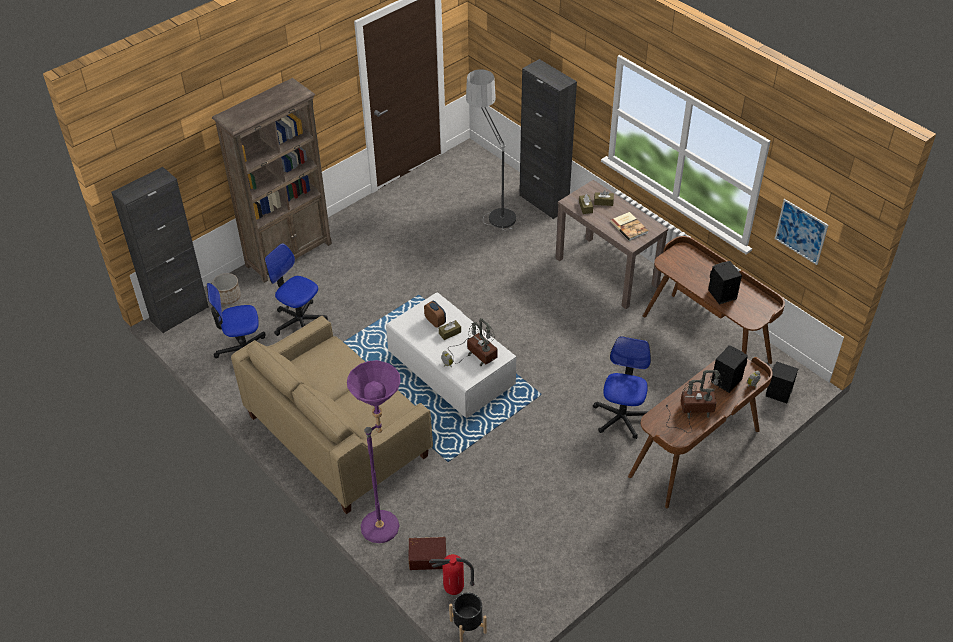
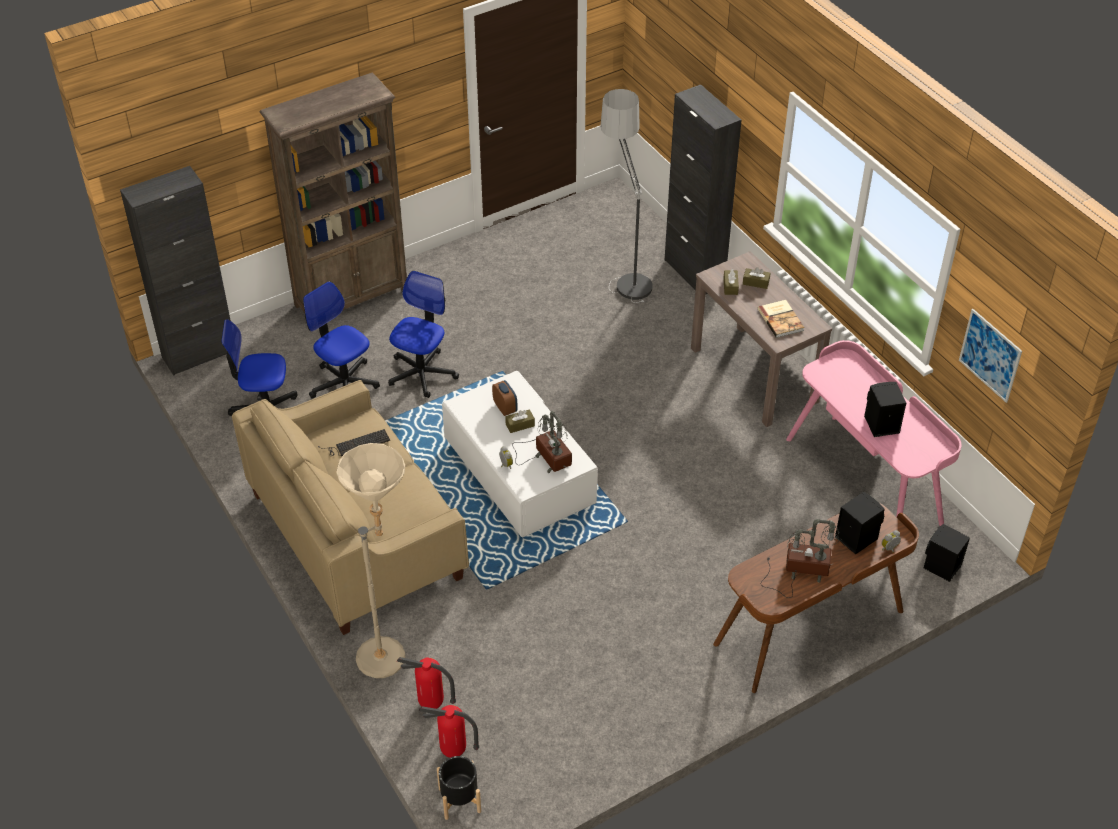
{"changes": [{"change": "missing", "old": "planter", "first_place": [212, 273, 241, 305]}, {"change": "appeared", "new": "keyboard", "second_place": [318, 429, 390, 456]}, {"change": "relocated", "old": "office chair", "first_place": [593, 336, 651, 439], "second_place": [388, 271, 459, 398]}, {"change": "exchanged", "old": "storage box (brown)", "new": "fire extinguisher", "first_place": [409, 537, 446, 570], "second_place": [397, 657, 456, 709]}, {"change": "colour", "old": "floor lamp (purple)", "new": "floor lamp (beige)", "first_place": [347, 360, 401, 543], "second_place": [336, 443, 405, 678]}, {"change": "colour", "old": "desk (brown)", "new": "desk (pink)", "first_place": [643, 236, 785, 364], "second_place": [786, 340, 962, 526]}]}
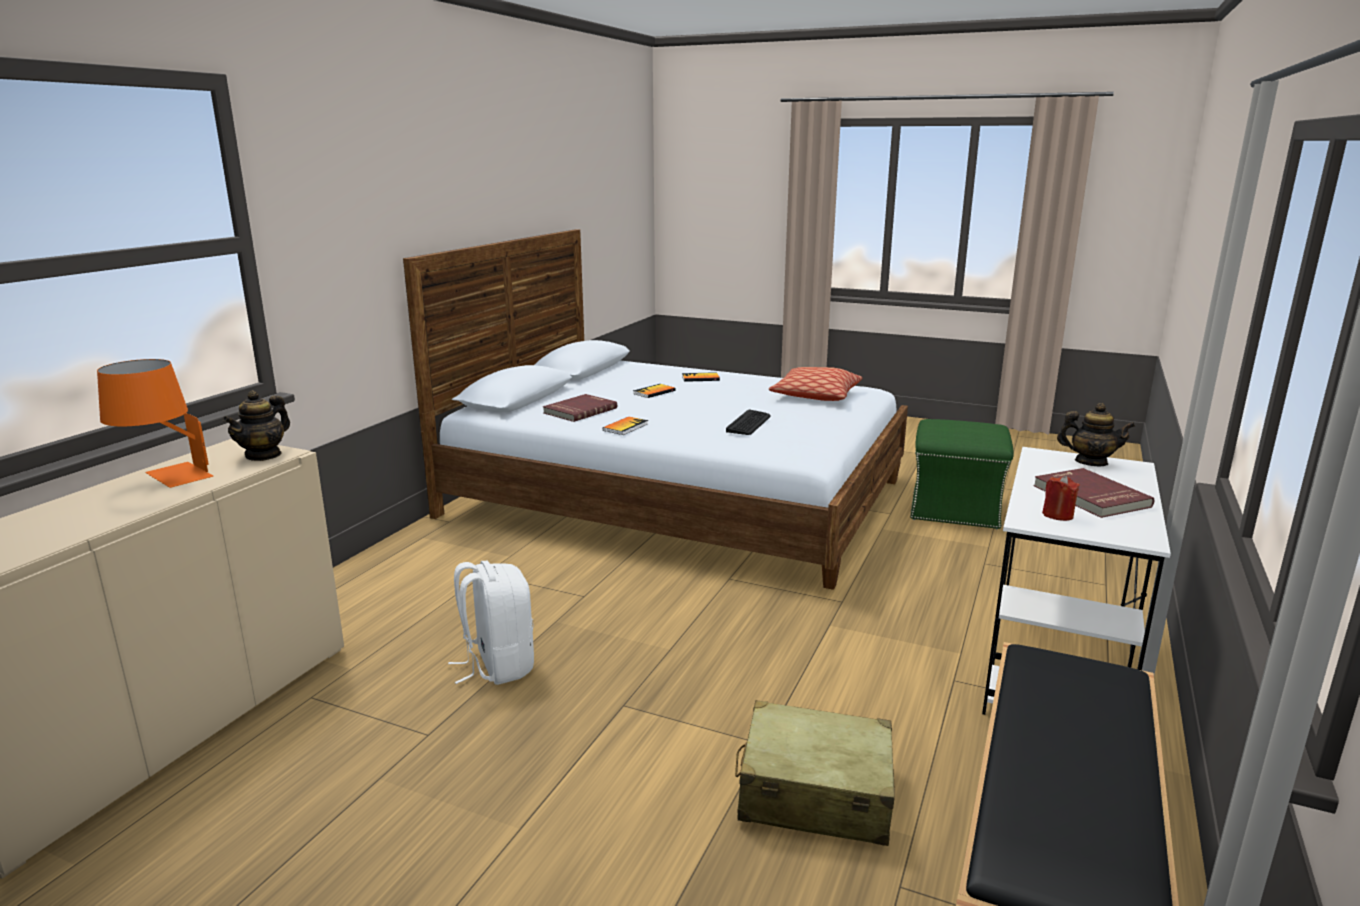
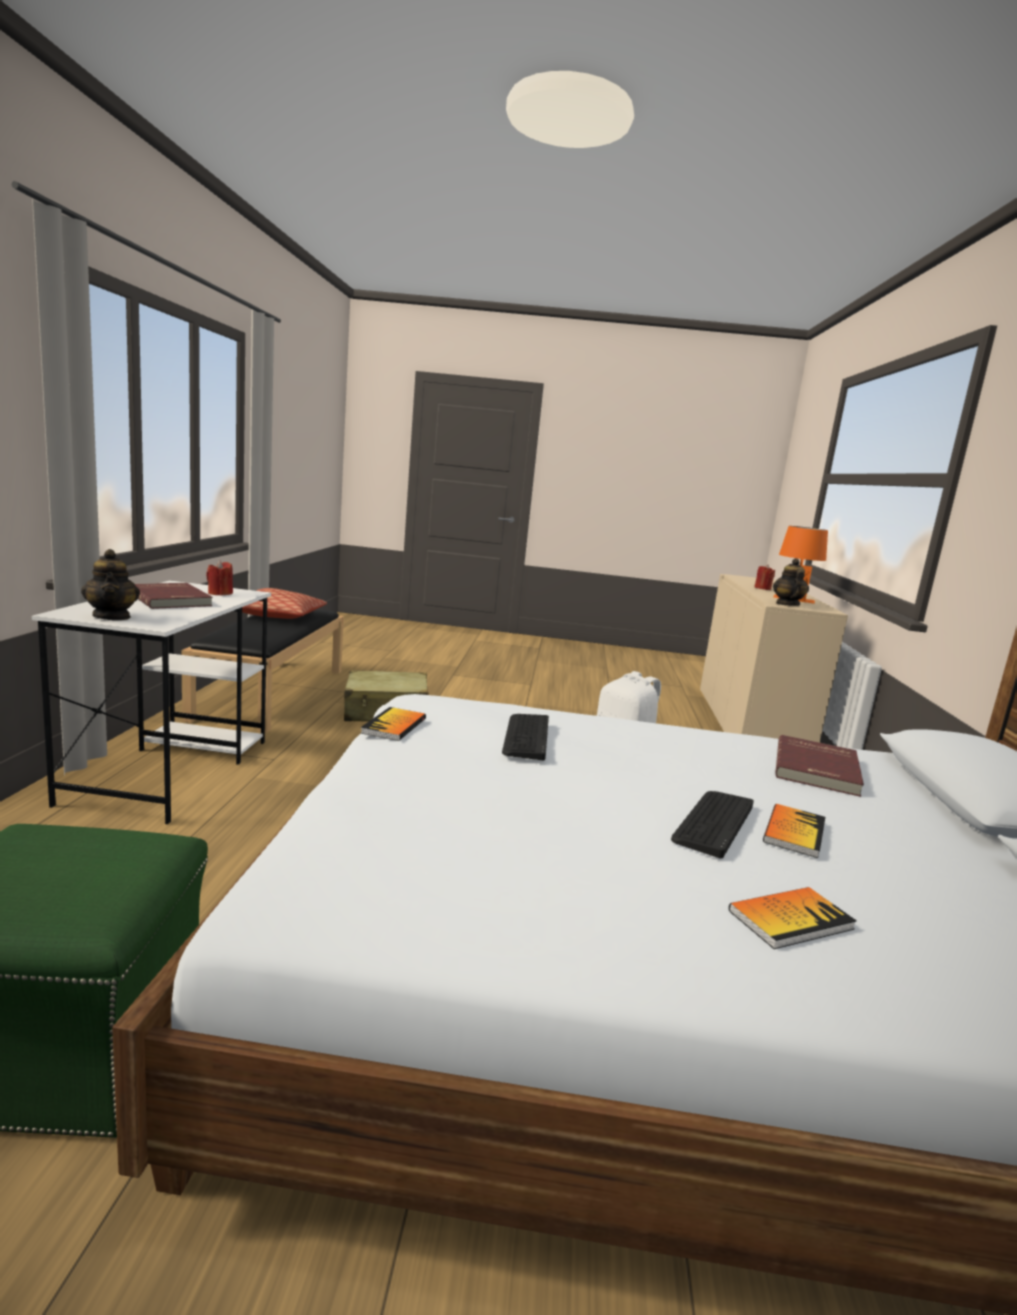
{"changes": [{"change": "appeared", "new": "keyboard", "second_place": [671, 791, 754, 858]}, {"change": "appeared", "new": "candle (red)", "second_place": [754, 565, 775, 590]}, {"change": "relocated", "old": "book", "first_place": [603, 417, 648, 435], "second_place": [361, 707, 426, 741]}, {"change": "relocated", "old": "pillow", "first_place": [769, 367, 862, 401], "second_place": [242, 588, 327, 619]}, {"change": "spun", "old": "teapot", "first_place": [1057, 403, 1135, 466], "second_place": [81, 549, 140, 620], "degrees": -120}]}
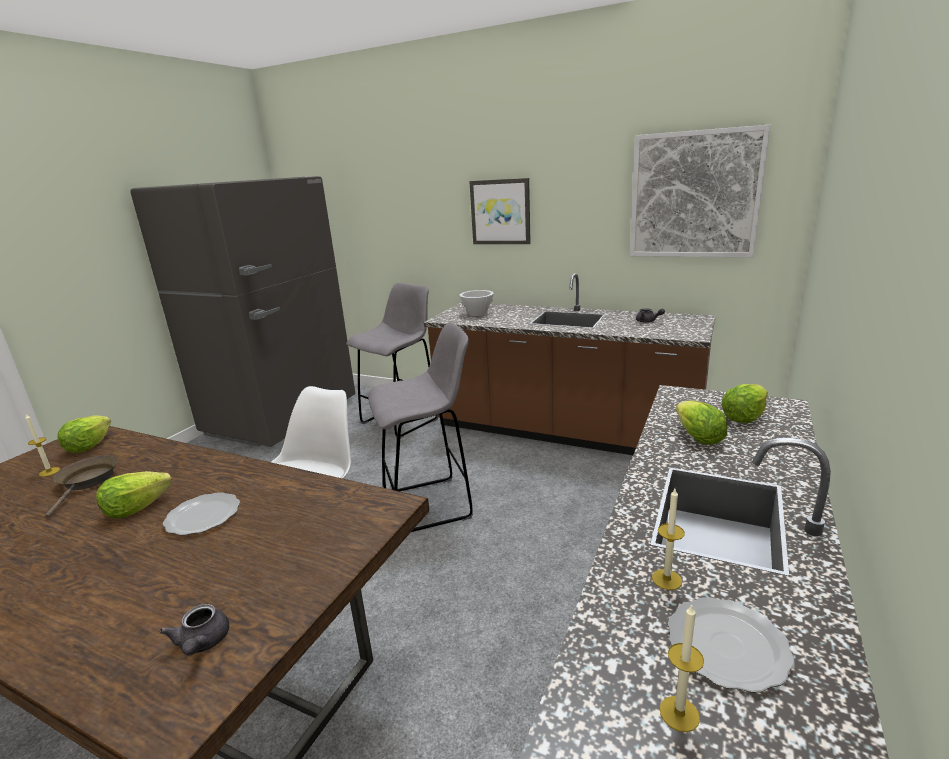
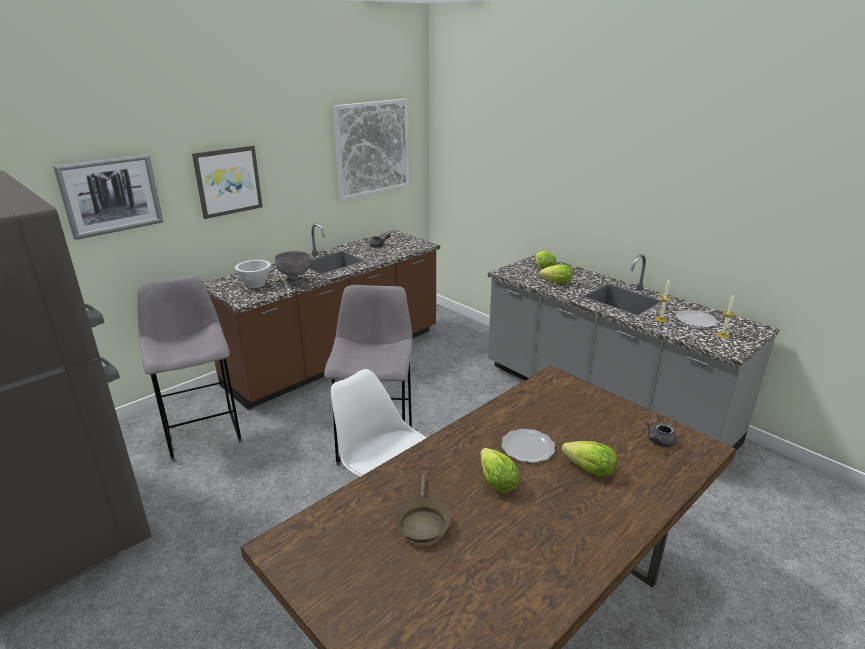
{"changes": [{"change": "missing", "old": "candle", "first_place": [25, 414, 60, 477]}, {"change": "appeared", "new": "picture", "second_place": [53, 154, 163, 240]}, {"change": "appeared", "new": "bowl (grey)", "second_place": [275, 251, 310, 284]}, {"change": "relocated", "old": "lettuce", "first_place": [57, 416, 111, 453], "second_place": [562, 441, 617, 477]}, {"change": "spun", "old": "frying pan (brown)", "first_place": [45, 456, 118, 518], "second_place": [395, 475, 451, 543], "degrees": -105}, {"change": "spun", "old": "teapot (grey)", "first_place": [160, 604, 229, 656], "second_place": [645, 421, 677, 447], "degrees": 135}]}
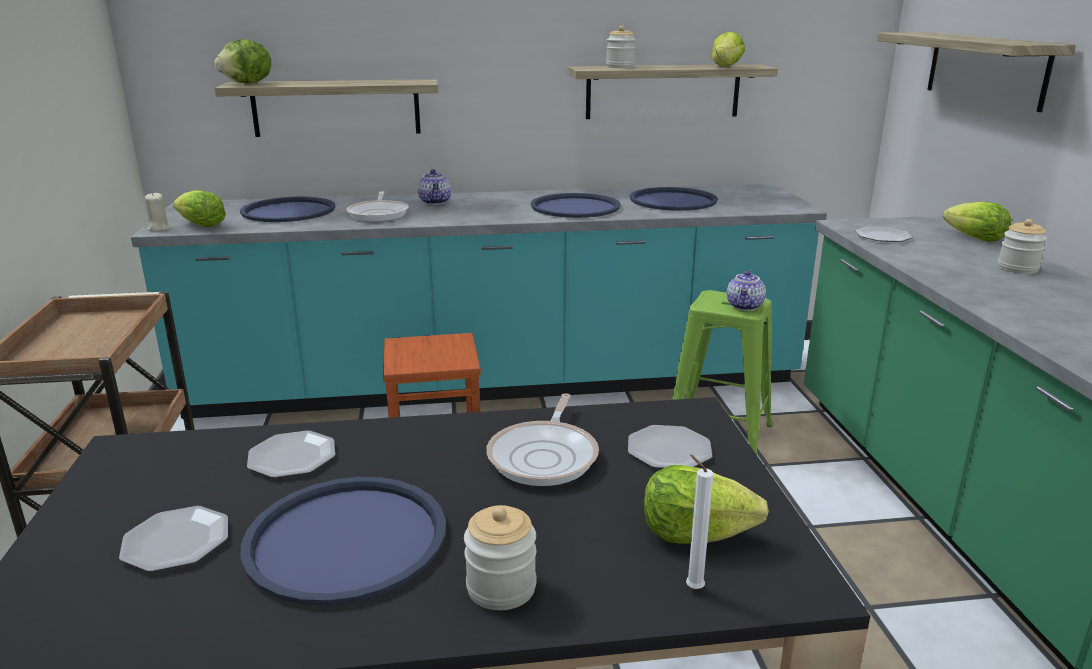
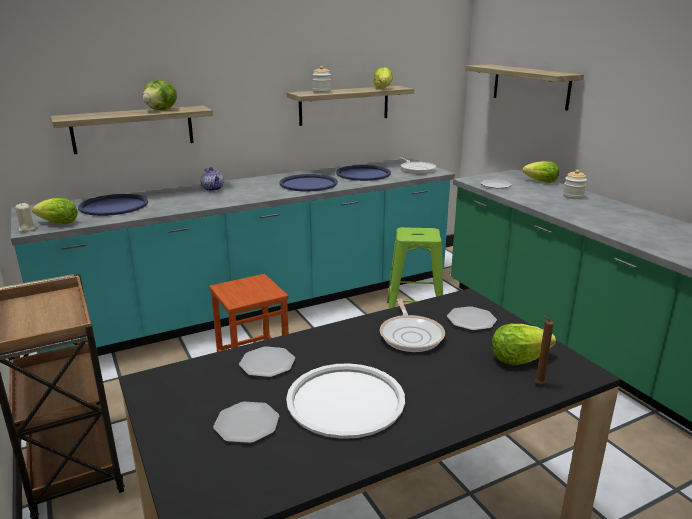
{"changes": [{"change": "missing", "old": "jar", "first_place": [464, 505, 537, 610]}, {"change": "missing", "old": "teapot", "first_place": [727, 270, 766, 311]}, {"change": "relocated", "old": "lettuce", "first_place": [215, 39, 271, 83], "second_place": [143, 80, 177, 110]}, {"change": "relocated", "old": "frying pan", "first_place": [346, 191, 409, 222], "second_place": [399, 157, 436, 174]}, {"change": "colour", "old": "tray (blue)", "new": "tray (white)", "first_place": [240, 477, 446, 605], "second_place": [286, 363, 405, 439]}, {"change": "colour", "old": "candle (white)", "new": "candle (brown)", "first_place": [686, 454, 714, 589], "second_place": [535, 314, 554, 385]}]}
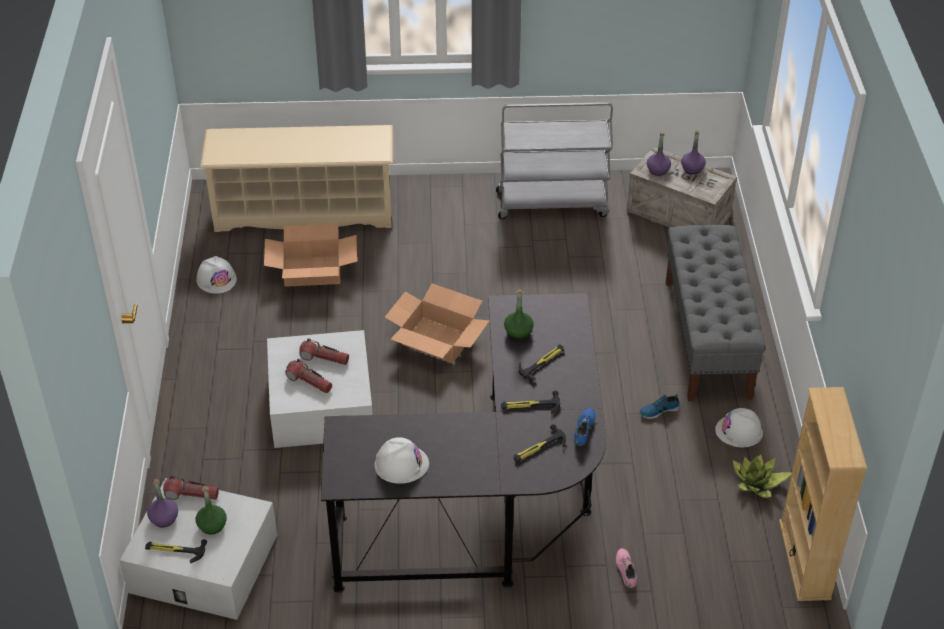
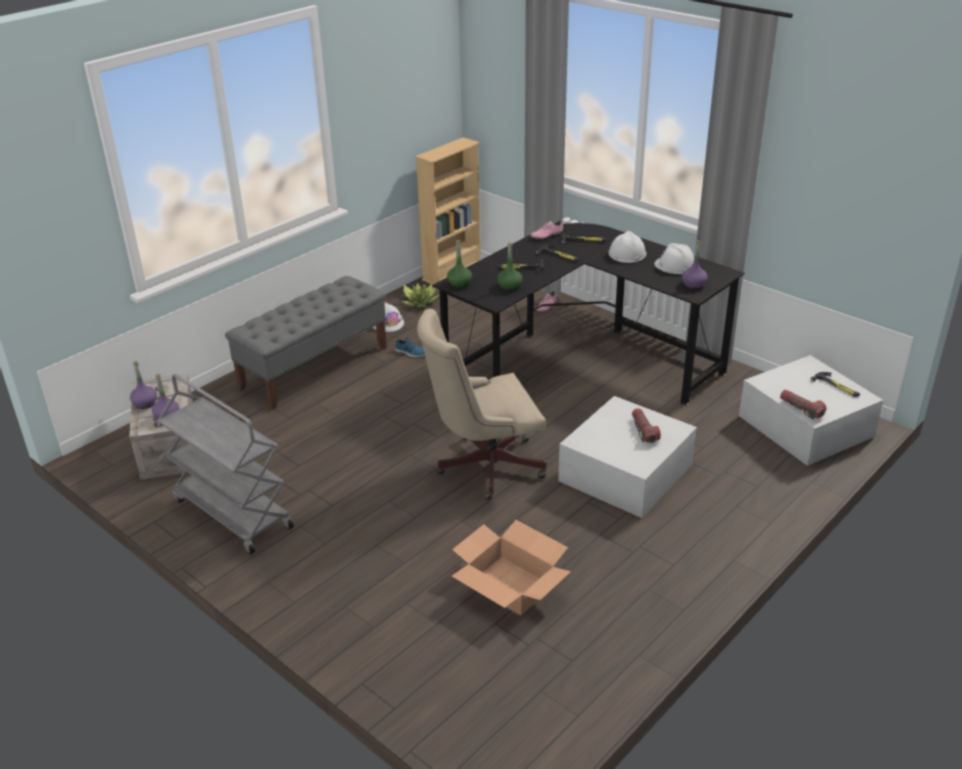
{"changes": [{"change": "missing", "old": "shoe rack (beige)", "first_place": [200, 125, 393, 232]}, {"change": "missing", "old": "flashlight", "first_place": [299, 338, 349, 365]}, {"change": "relocated", "old": "bottle (purple)", "first_place": [147, 479, 178, 528], "second_place": [682, 241, 708, 289]}, {"change": "relocated", "old": "hard hat (white)", "first_place": [196, 256, 237, 294], "second_place": [609, 231, 646, 263]}, {"change": "relocated", "old": "bottle (green)", "first_place": [196, 486, 227, 535], "second_place": [447, 240, 472, 288]}, {"change": "exchanged", "old": "cardboard box", "new": "office chair (beige)", "first_place": [385, 283, 490, 363], "second_place": [417, 309, 547, 500]}, {"change": "colour", "old": "shoe (blue)", "new": "shoe (pink)", "first_place": [574, 408, 595, 446], "second_place": [531, 220, 563, 240]}]}
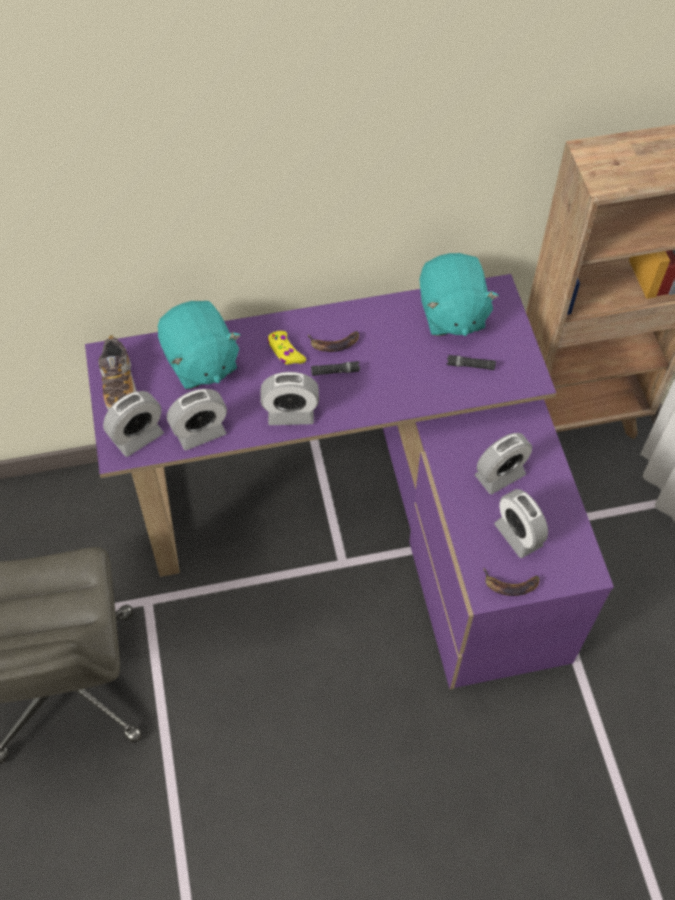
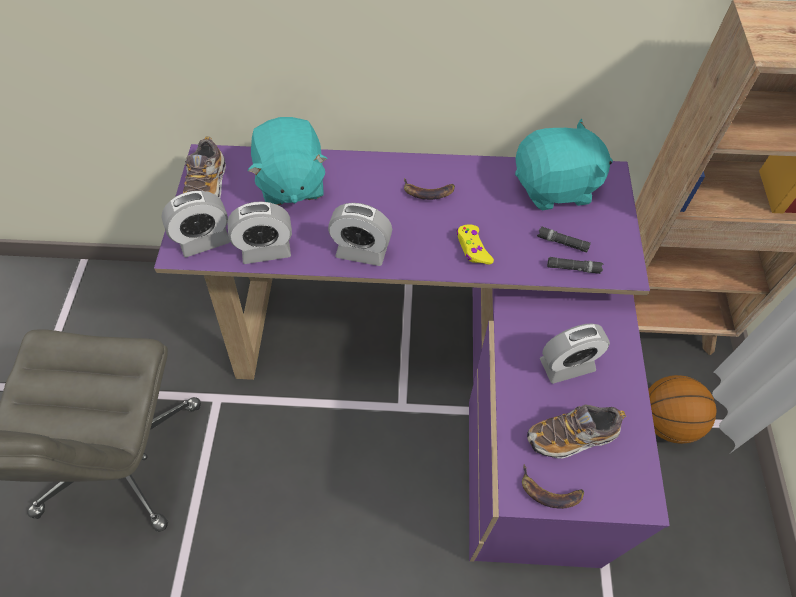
{"changes": [{"change": "appeared", "new": "basketball", "second_place": [648, 375, 717, 444]}, {"change": "relocated", "old": "game controller (yellow)", "first_place": [267, 331, 306, 365], "second_place": [457, 225, 494, 265]}, {"change": "relocated", "old": "flashlight (black)", "first_place": [311, 361, 360, 376], "second_place": [547, 257, 603, 274]}, {"change": "exchanged", "old": "alarm clock", "new": "shoe", "first_place": [494, 489, 548, 558], "second_place": [527, 405, 626, 459]}, {"change": "spun", "old": "plush toy (turquoise)", "first_place": [419, 253, 499, 336], "second_place": [515, 118, 613, 210], "degrees": -105}]}
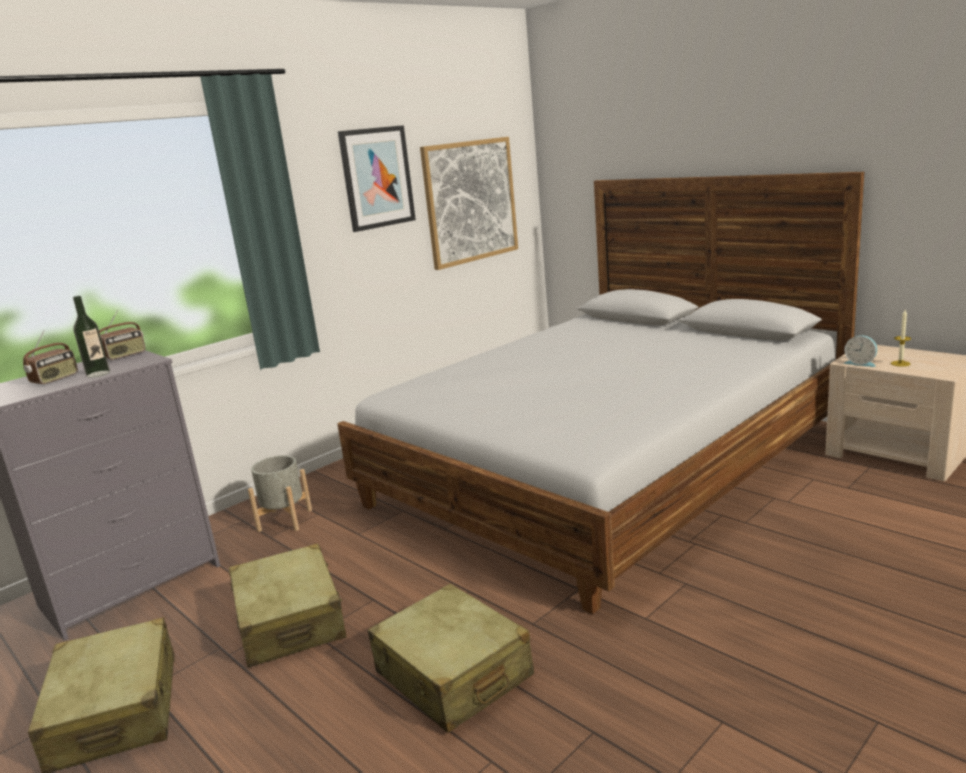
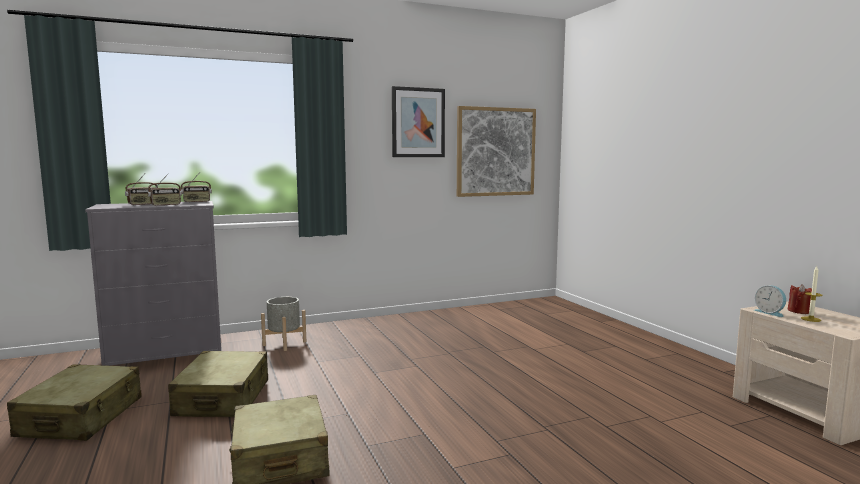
{"changes": [{"change": "missing", "old": "bed", "first_place": [337, 172, 864, 614]}, {"change": "appeared", "new": "candle (red)", "second_place": [788, 284, 812, 314]}, {"change": "exchanged", "old": "bottle", "new": "radio", "first_place": [73, 296, 110, 378], "second_place": [148, 174, 182, 206]}]}
